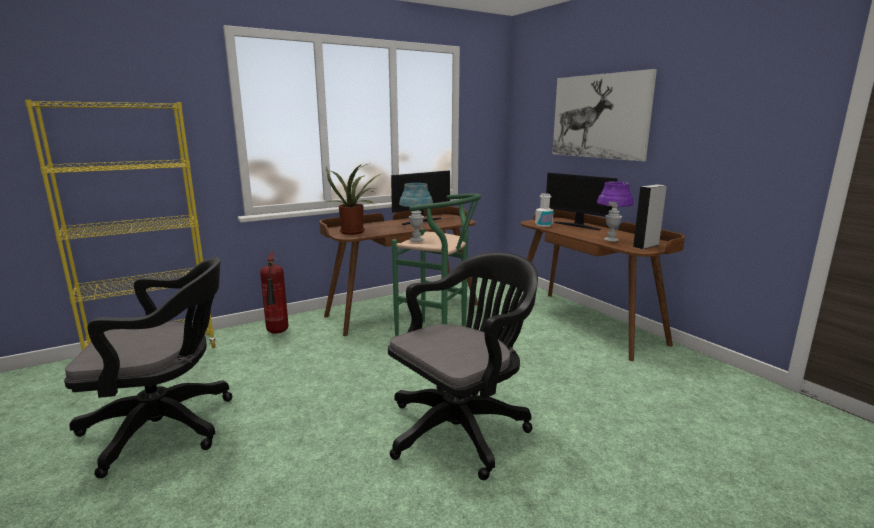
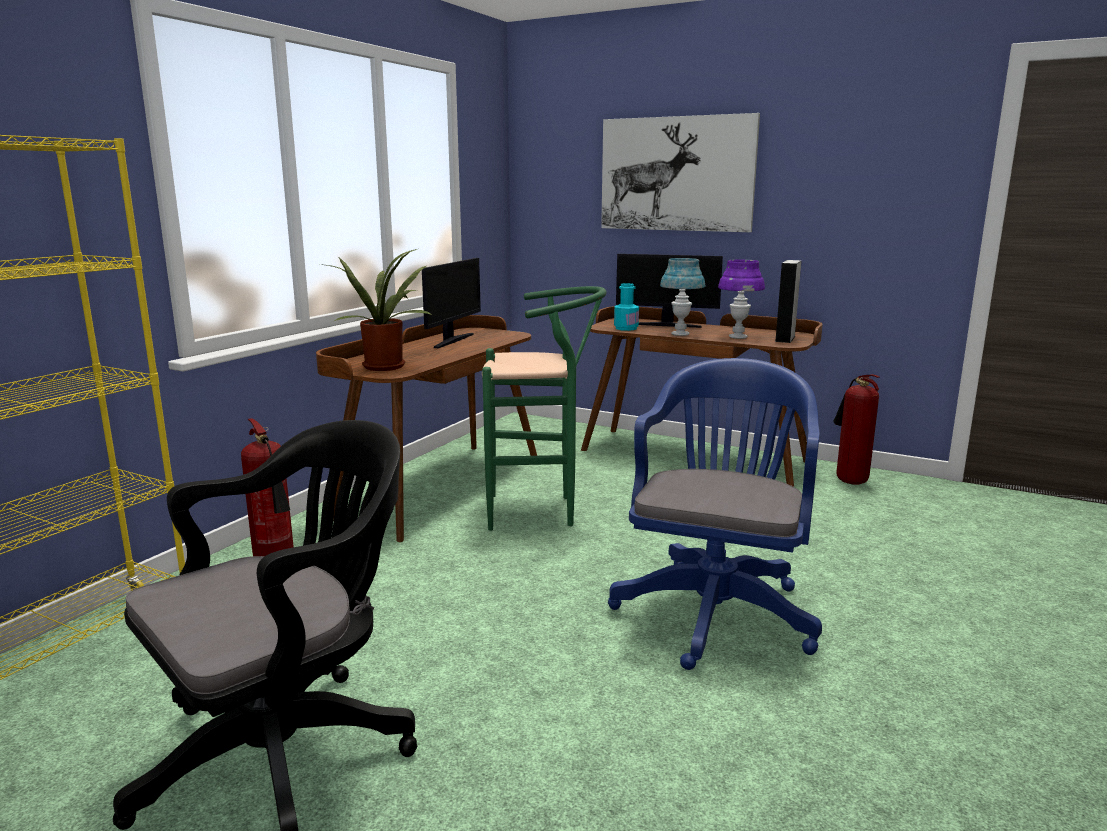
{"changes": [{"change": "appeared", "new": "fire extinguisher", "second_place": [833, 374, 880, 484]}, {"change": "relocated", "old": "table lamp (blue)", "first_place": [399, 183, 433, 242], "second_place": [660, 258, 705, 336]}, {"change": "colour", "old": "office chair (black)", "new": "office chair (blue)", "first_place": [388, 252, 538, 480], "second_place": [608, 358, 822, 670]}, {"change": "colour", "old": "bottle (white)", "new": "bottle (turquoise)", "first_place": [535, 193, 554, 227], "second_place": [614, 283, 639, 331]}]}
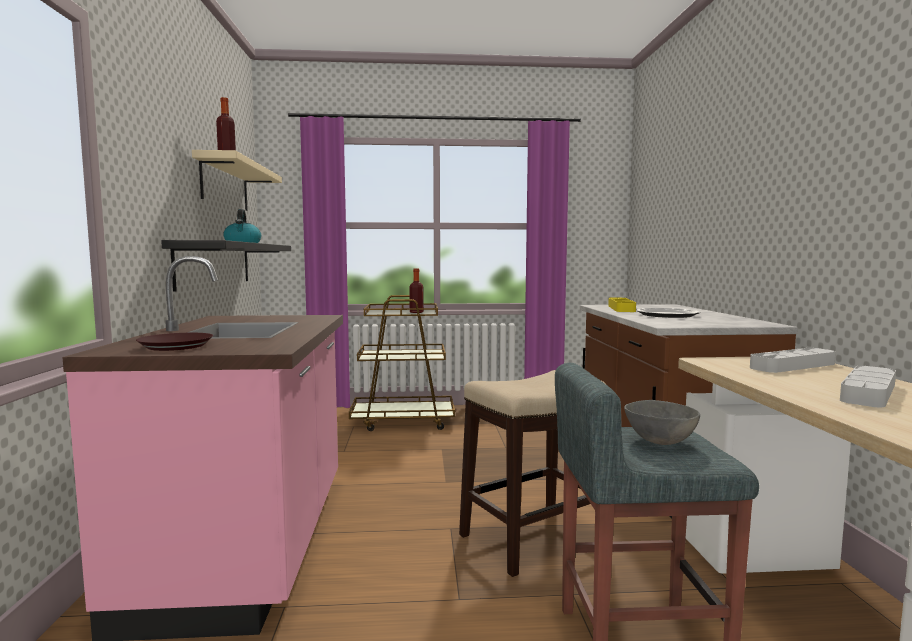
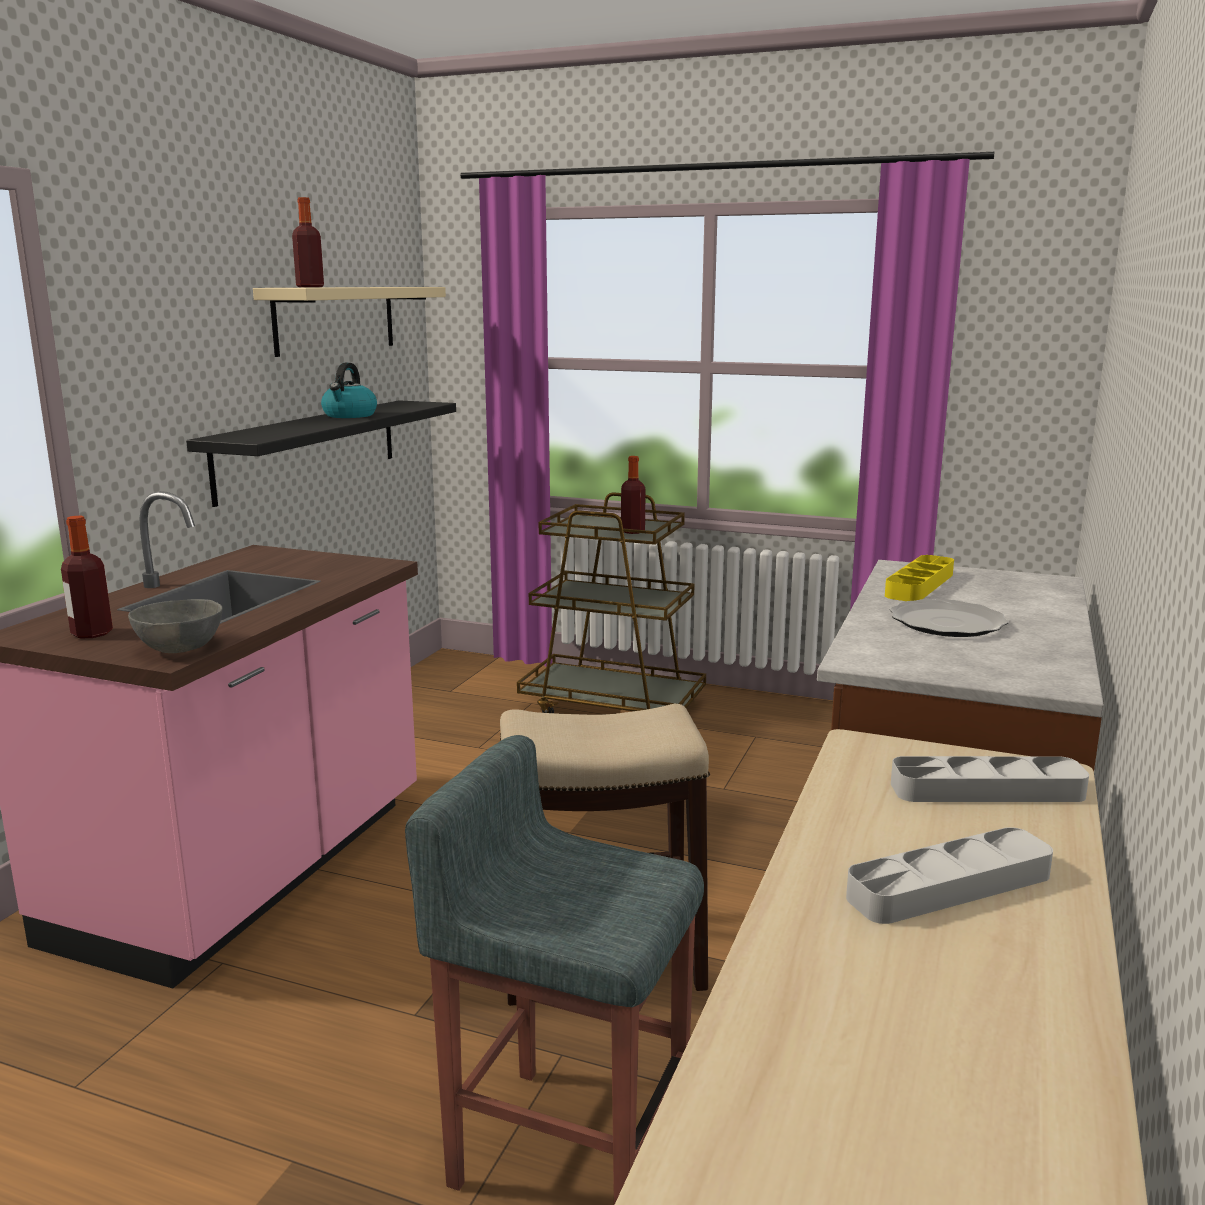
{"changes": [{"change": "relocated", "old": "bowl (grey)", "first_place": [624, 400, 700, 445], "second_place": [128, 599, 223, 653]}, {"change": "exchanged", "old": "plate (brown)", "new": "bottle", "first_place": [136, 333, 213, 351], "second_place": [61, 516, 113, 638]}]}
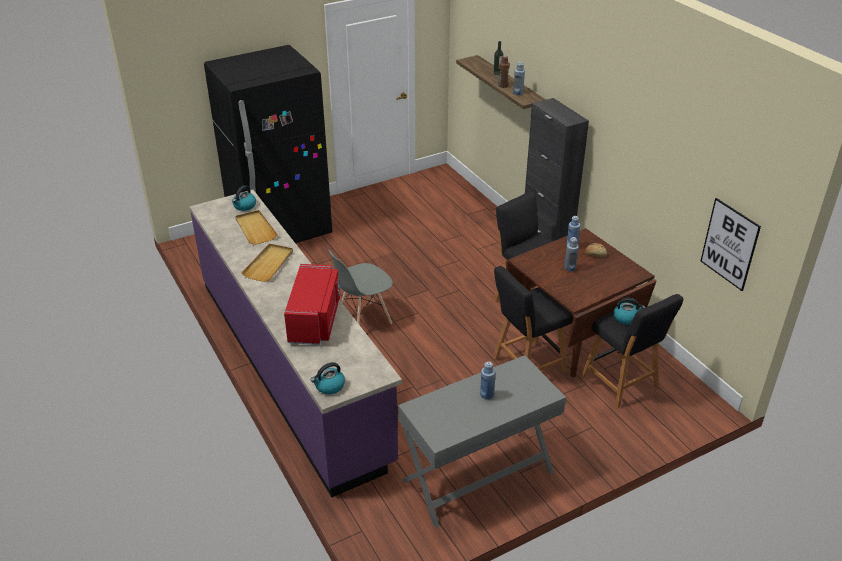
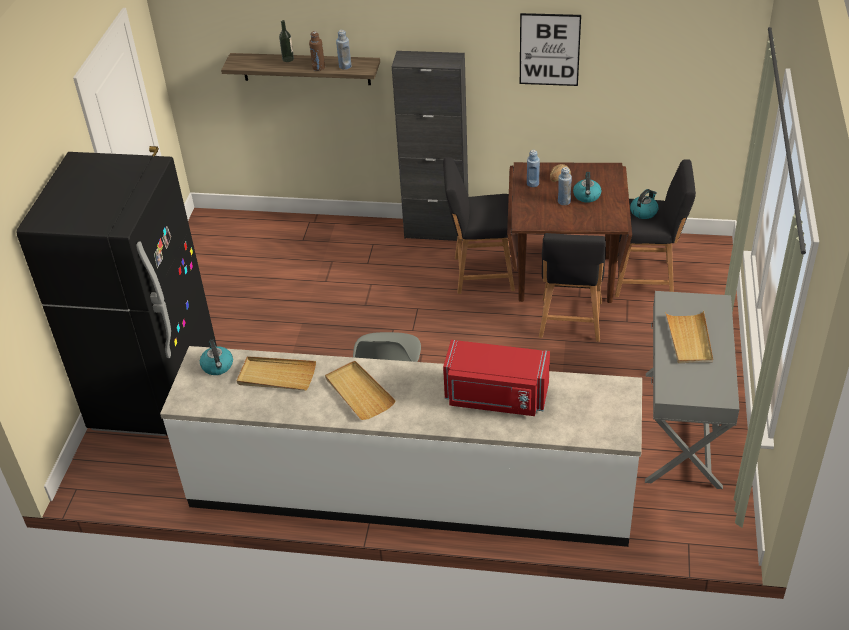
{"changes": [{"change": "relocated", "old": "kettle", "first_place": [311, 362, 345, 394], "second_place": [573, 172, 602, 203]}, {"change": "relocated", "old": "picture", "first_place": [701, 198, 761, 291], "second_place": [520, 13, 581, 86]}, {"change": "exchanged", "old": "bottle (blue)", "new": "tray (beige)", "first_place": [480, 361, 495, 399], "second_place": [665, 311, 713, 363]}, {"change": "colour", "old": "counter (purple)", "new": "counter (white)", "first_place": [190, 190, 402, 498], "second_place": [160, 346, 642, 547]}, {"change": "spun", "old": "microwave (red)", "first_place": [284, 264, 340, 345], "second_place": [443, 340, 550, 416], "degrees": 150}]}
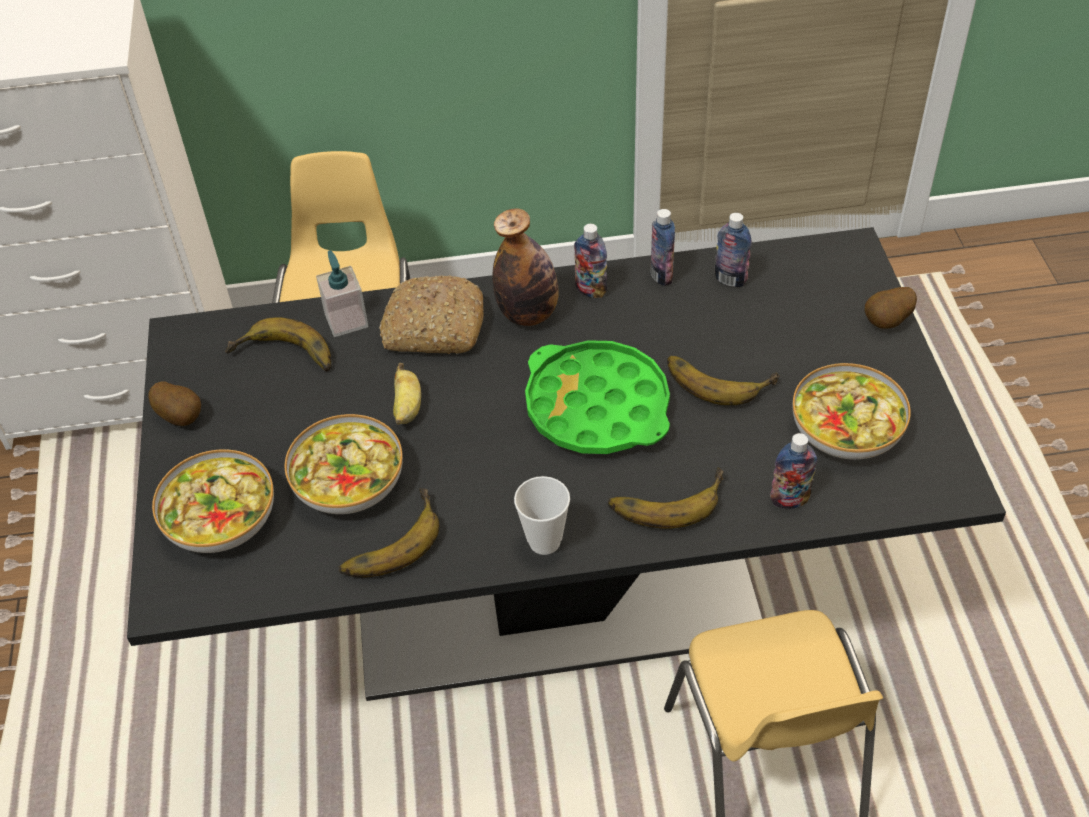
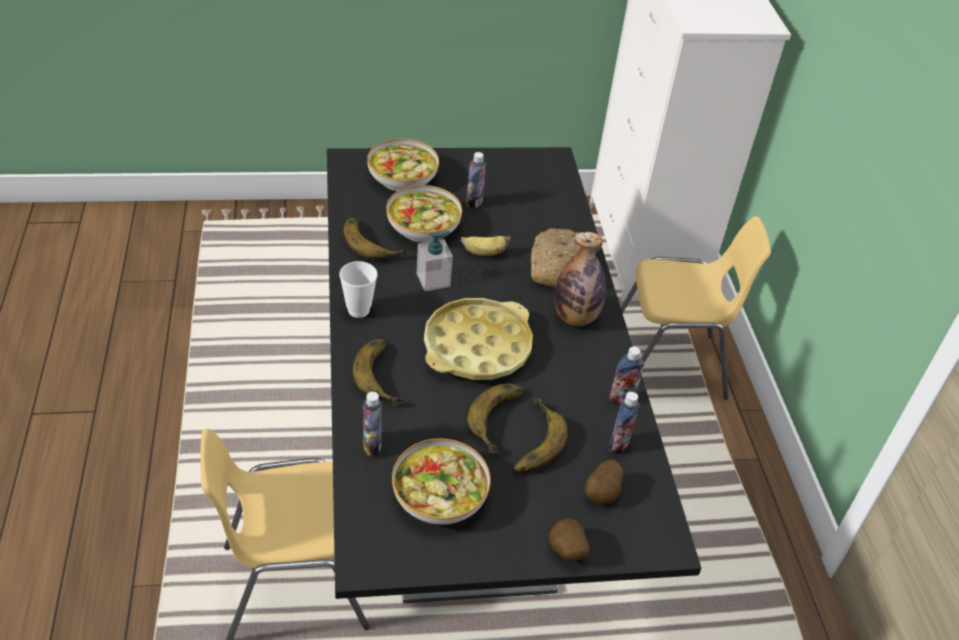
{"changes": [{"change": "relocated", "old": "potato", "first_place": [148, 381, 201, 426], "second_place": [585, 460, 624, 504]}, {"change": "relocated", "old": "banana", "first_place": [225, 317, 331, 372], "second_place": [512, 398, 568, 473]}, {"change": "relocated", "old": "soap dispenser", "first_place": [316, 250, 368, 337], "second_place": [417, 231, 453, 291]}, {"change": "relocated", "old": "bottle", "first_place": [574, 224, 607, 298], "second_place": [466, 152, 486, 209]}, {"change": "colour", "old": "tray (green)", "new": "tray (yellow)", "first_place": [525, 340, 670, 454], "second_place": [424, 298, 533, 380]}]}
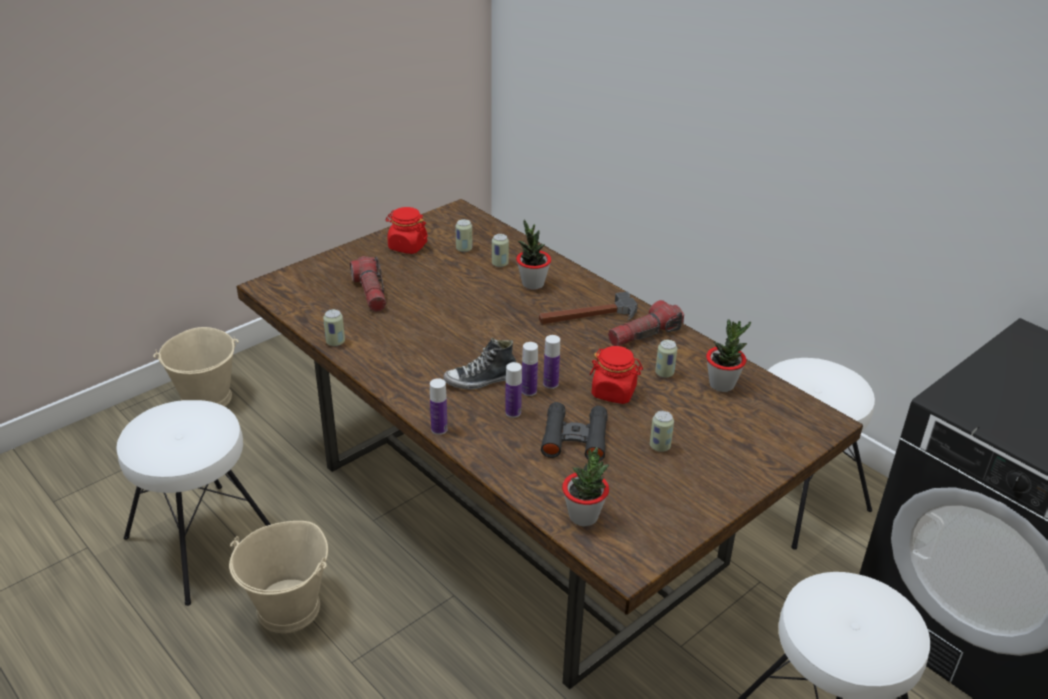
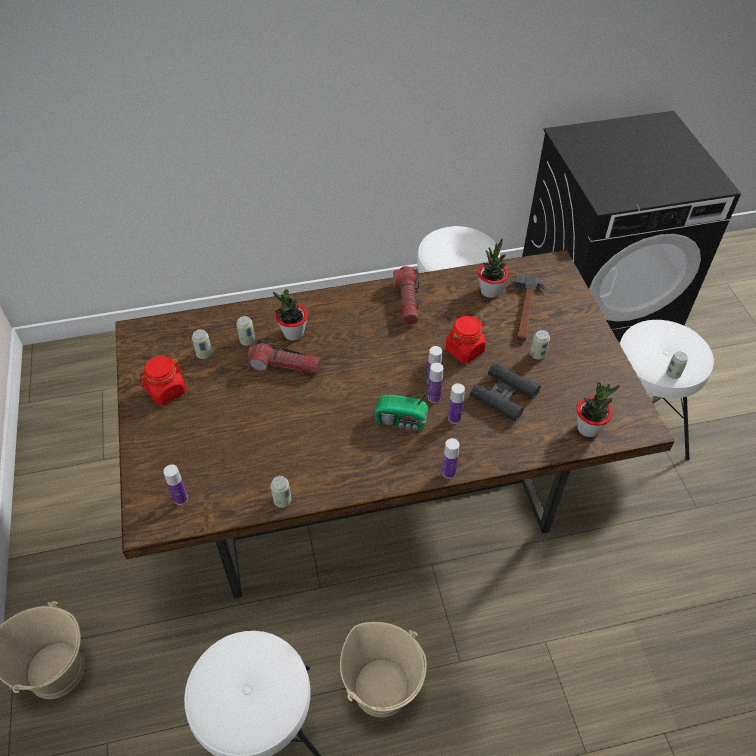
{"changes": [{"change": "appeared", "new": "bottle", "second_place": [163, 465, 188, 505]}, {"change": "relocated", "old": "flashlight", "first_place": [350, 256, 386, 312], "second_place": [248, 339, 321, 374]}, {"change": "relocated", "old": "hammer", "first_place": [539, 291, 638, 324], "second_place": [513, 274, 547, 341]}, {"change": "relocated", "old": "can", "first_place": [655, 340, 677, 378], "second_place": [666, 352, 688, 379]}, {"change": "exchanged", "old": "shoe", "new": "radio", "first_place": [443, 338, 517, 390], "second_place": [375, 385, 433, 430]}]}
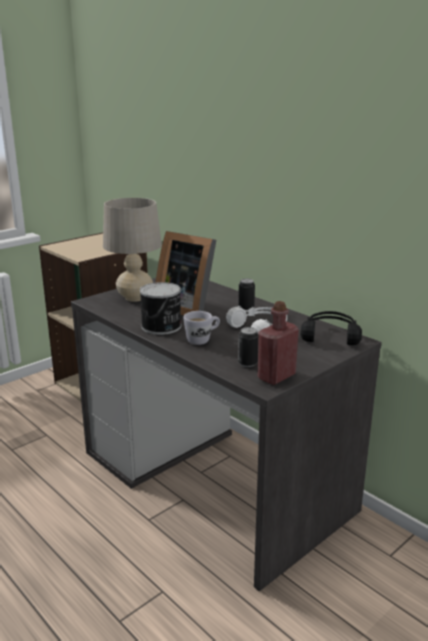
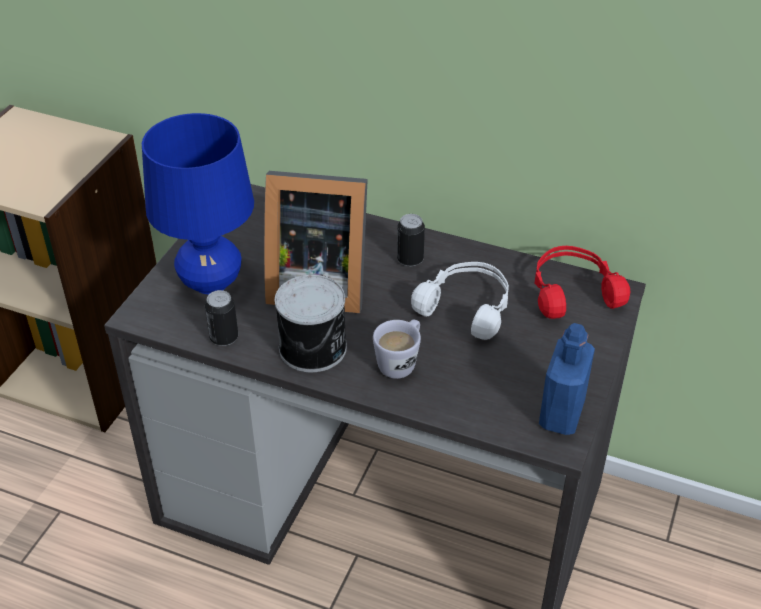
{"changes": [{"change": "relocated", "old": "can", "first_place": [238, 327, 258, 367], "second_place": [205, 290, 238, 346]}, {"change": "colour", "old": "table lamp (beige)", "new": "table lamp (blue)", "first_place": [103, 198, 162, 302], "second_place": [142, 113, 254, 294]}, {"change": "colour", "old": "bottle (red)", "new": "bottle (blue)", "first_place": [257, 301, 299, 385], "second_place": [539, 323, 595, 435]}, {"change": "colour", "old": "headphones (black)", "new": "headphones (red)", "first_place": [301, 311, 362, 345], "second_place": [534, 246, 630, 319]}]}
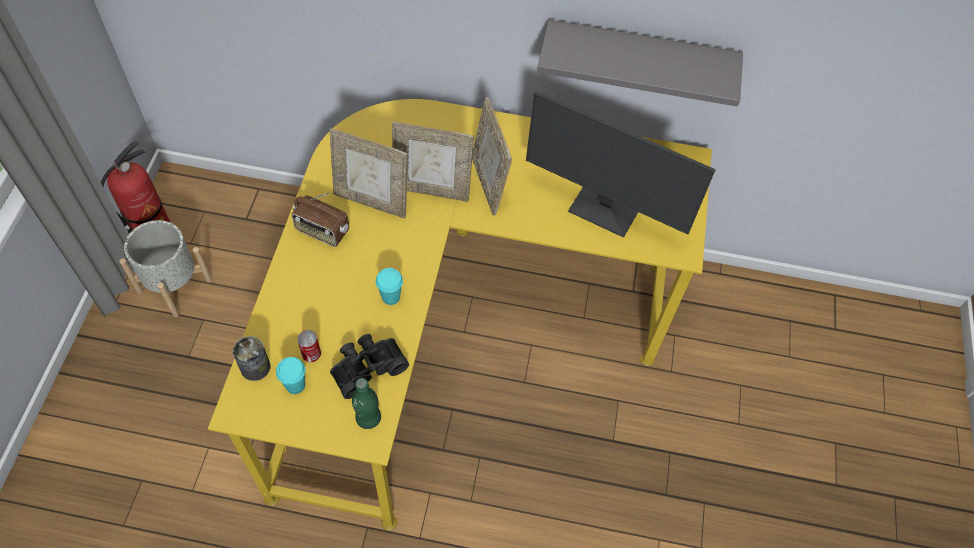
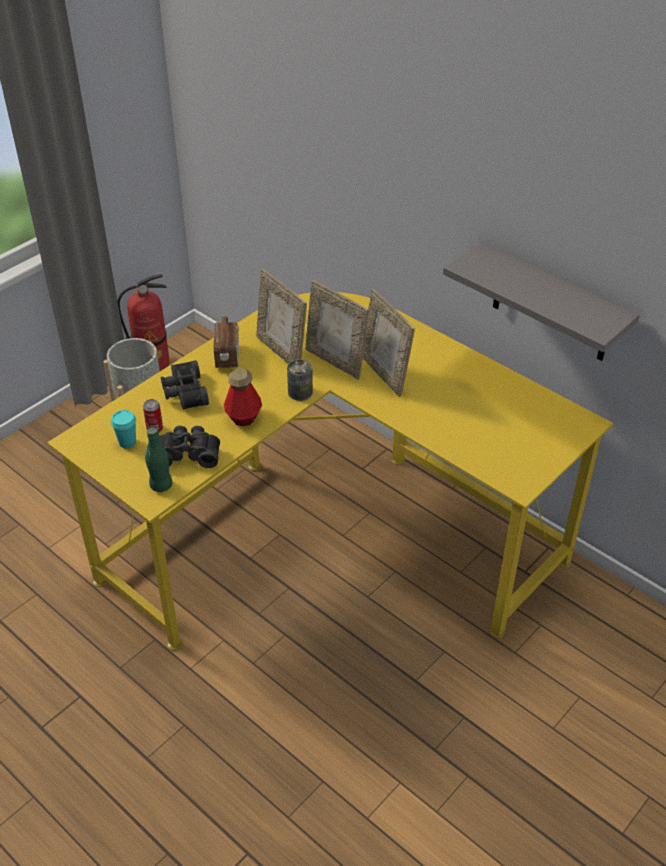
{"changes": [{"change": "missing", "old": "monitor", "first_place": [526, 91, 716, 238]}, {"change": "appeared", "new": "binoculars (black)", "second_place": [161, 360, 209, 410]}, {"change": "relocated", "old": "can", "first_place": [233, 336, 270, 381], "second_place": [287, 359, 313, 401]}, {"change": "exchanged", "old": "cup (turquoise)", "new": "bottle", "first_place": [376, 268, 403, 305], "second_place": [224, 368, 262, 426]}, {"change": "spun", "old": "radio", "first_place": [292, 193, 349, 247], "second_place": [213, 310, 239, 368], "degrees": -150}, {"change": "spun", "old": "picture frame", "first_place": [472, 97, 512, 216], "second_place": [363, 289, 415, 397], "degrees": -45}]}
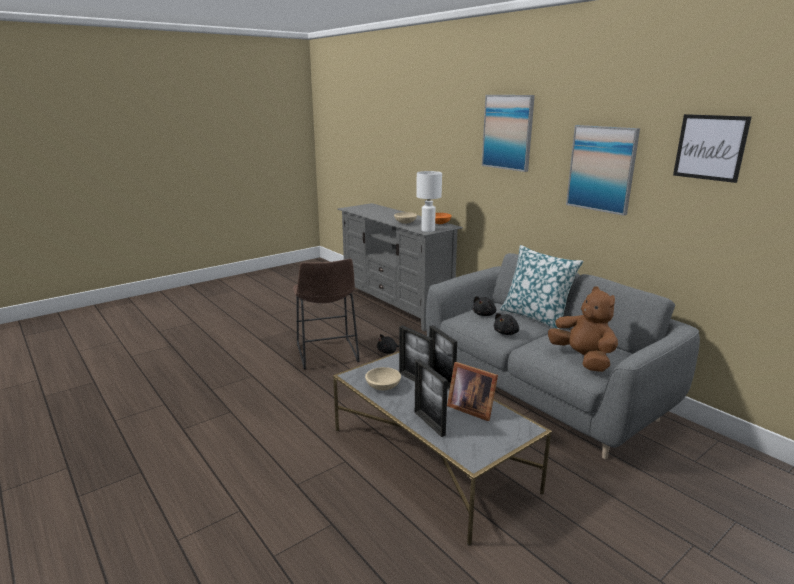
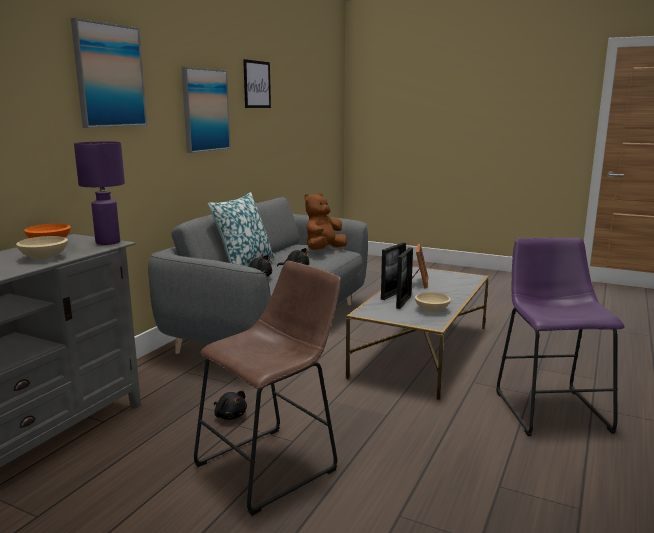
{"changes": [{"change": "missing", "old": "picture frame", "first_place": [415, 359, 448, 437]}, {"change": "appeared", "new": "stool (purple)", "second_place": [496, 238, 624, 436]}, {"change": "colour", "old": "table lamp (white)", "new": "table lamp (purple)", "first_place": [416, 171, 442, 232], "second_place": [74, 141, 125, 245]}]}
